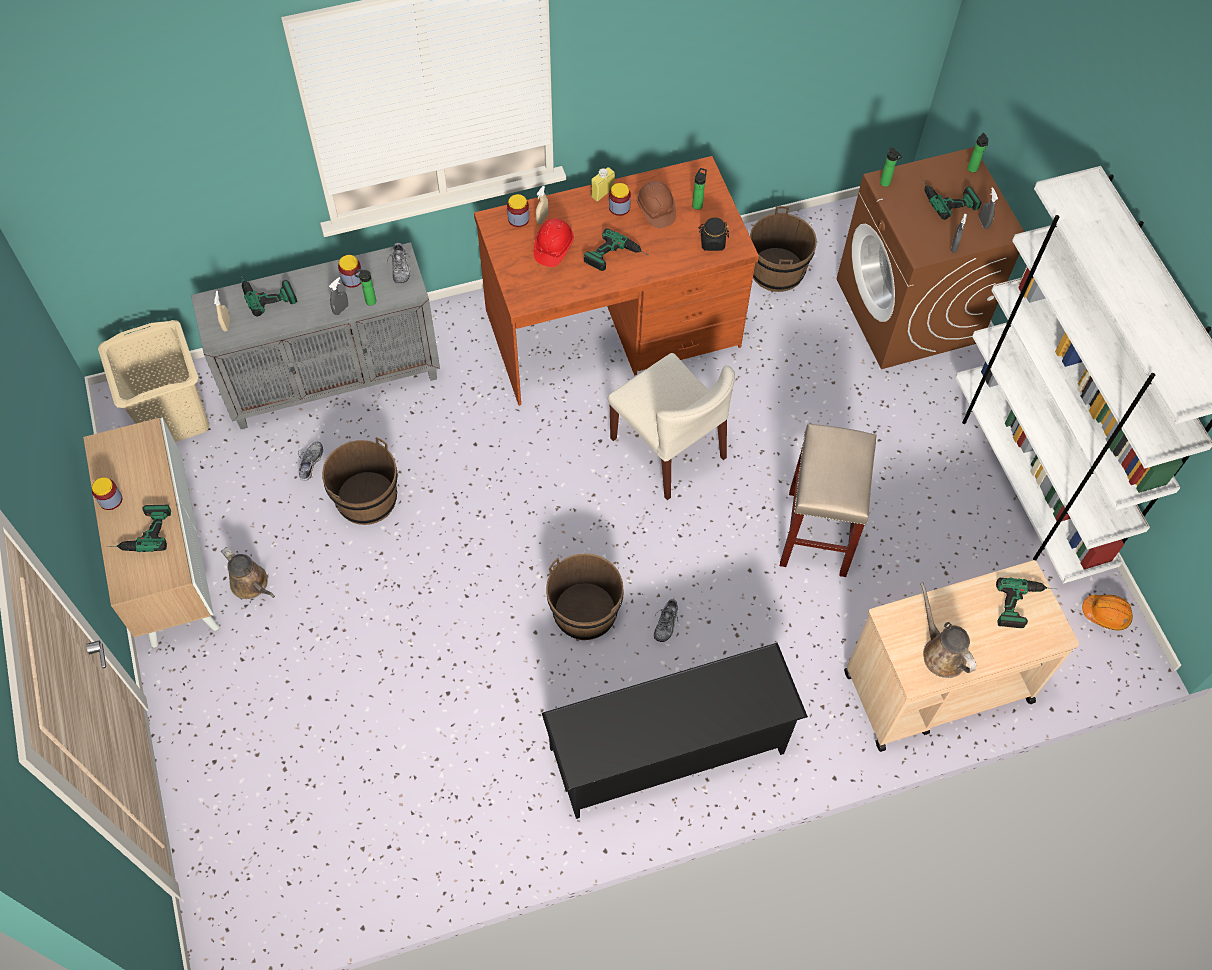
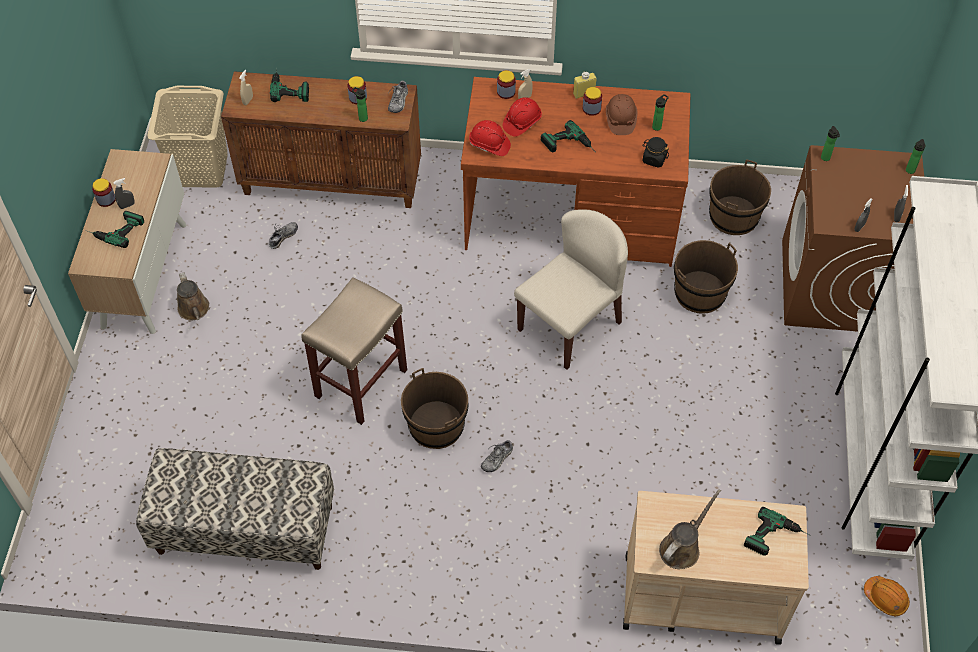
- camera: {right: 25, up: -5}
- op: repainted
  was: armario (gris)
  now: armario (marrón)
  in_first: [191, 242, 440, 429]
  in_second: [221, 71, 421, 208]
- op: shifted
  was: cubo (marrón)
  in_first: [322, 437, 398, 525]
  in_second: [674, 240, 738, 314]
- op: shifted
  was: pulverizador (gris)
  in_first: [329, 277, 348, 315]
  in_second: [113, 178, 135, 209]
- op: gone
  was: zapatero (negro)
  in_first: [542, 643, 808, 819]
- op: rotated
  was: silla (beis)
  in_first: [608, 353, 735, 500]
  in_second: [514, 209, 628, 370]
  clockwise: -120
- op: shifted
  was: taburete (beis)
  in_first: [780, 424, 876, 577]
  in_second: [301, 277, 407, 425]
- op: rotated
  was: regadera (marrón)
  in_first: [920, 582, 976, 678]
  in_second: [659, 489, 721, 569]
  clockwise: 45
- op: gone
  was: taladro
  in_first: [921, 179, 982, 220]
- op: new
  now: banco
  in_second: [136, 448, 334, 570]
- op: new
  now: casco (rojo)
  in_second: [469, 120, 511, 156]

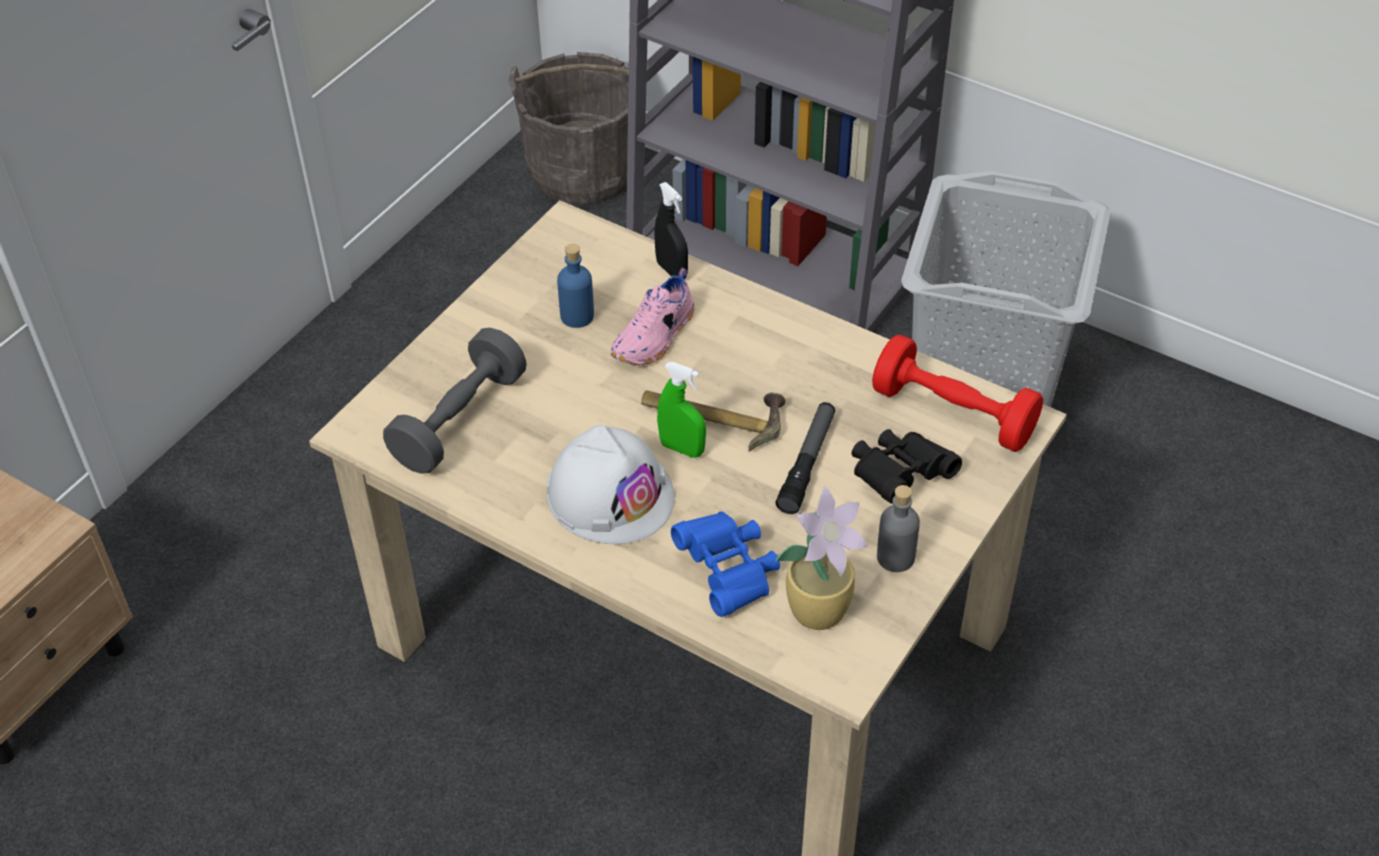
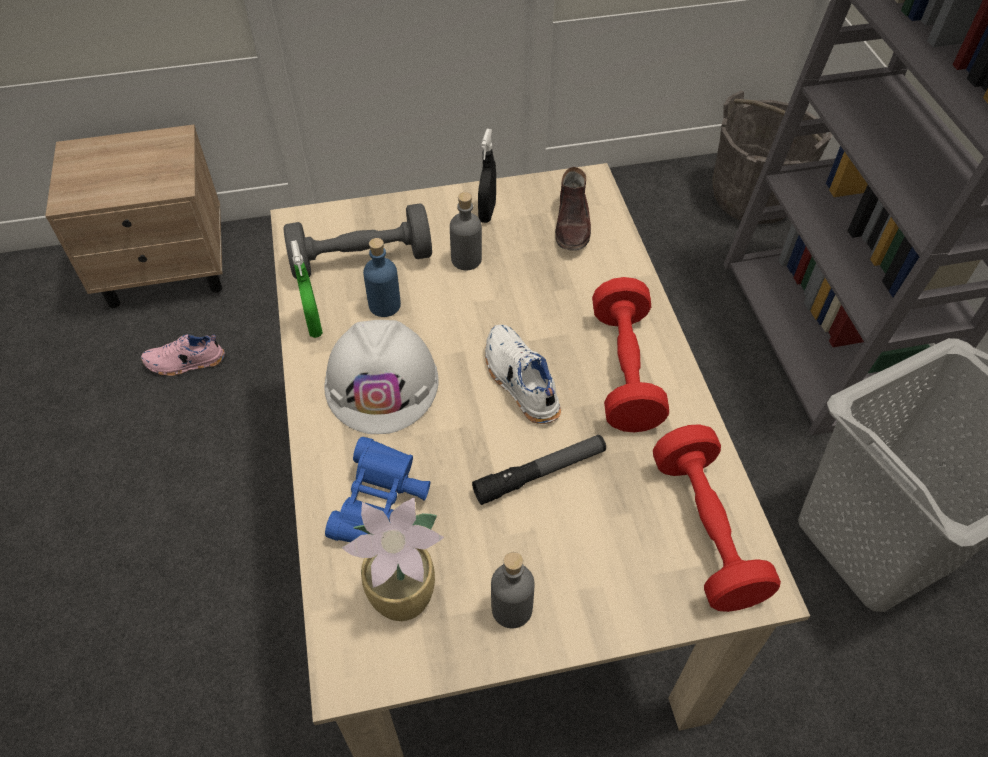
- camera: {right: 45, up: 5}
- op: shifted
  was: botella (azul)
  in_first: [557, 244, 594, 328]
  in_second: [363, 238, 401, 317]
- op: shifted
  was: zapato (rosa)
  in_first: [611, 268, 694, 365]
  in_second: [141, 334, 225, 376]
- op: swapped
  was: martillo
  now: zapato (blanco)
  in_first: [641, 390, 786, 452]
  in_second: [485, 325, 561, 424]
- op: shifted
  was: pulverizador (negro)
  in_first: [655, 182, 688, 279]
  in_second: [478, 129, 496, 223]
- op: shifted
  was: pulverizador (verde)
  in_first: [657, 362, 706, 458]
  in_second: [291, 240, 323, 338]
- op: gone
  was: prismáticos (negro)
  in_first: [852, 429, 962, 504]
- op: new
  now: botella (gris)
  in_second: [450, 192, 482, 270]
- op: new
  now: zapato (marrón)
  in_second: [555, 167, 591, 251]
- op: new
  now: mancuerna (rojo)
  in_second: [592, 277, 669, 432]

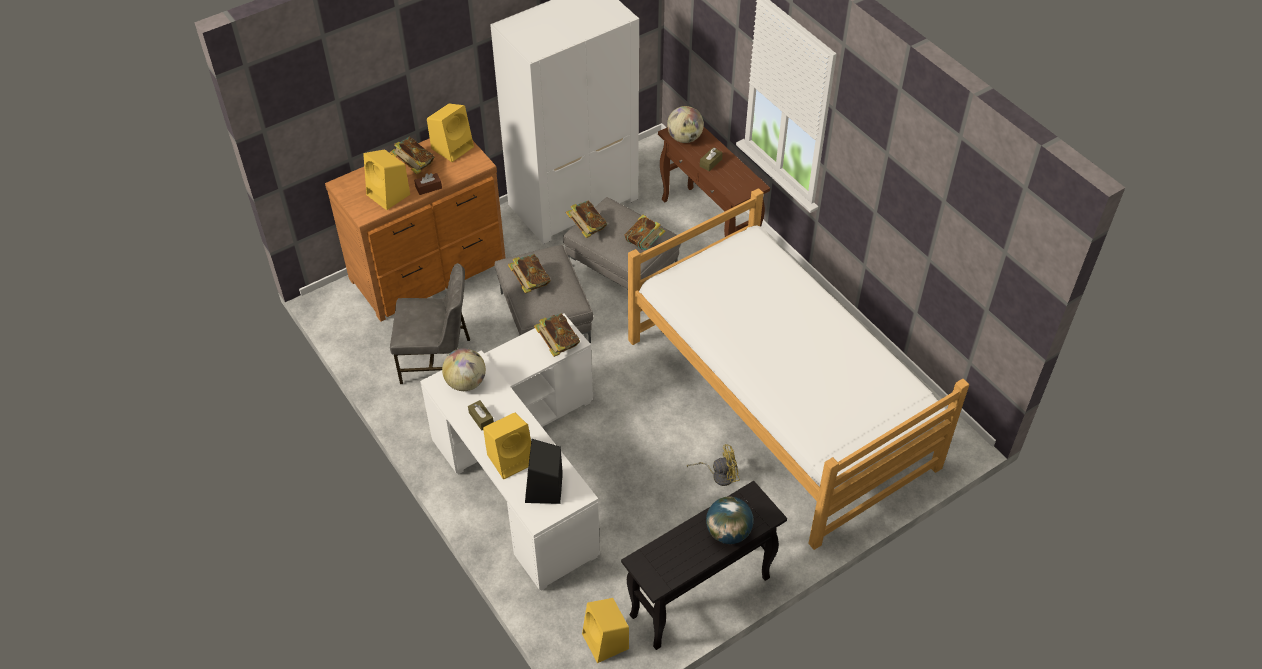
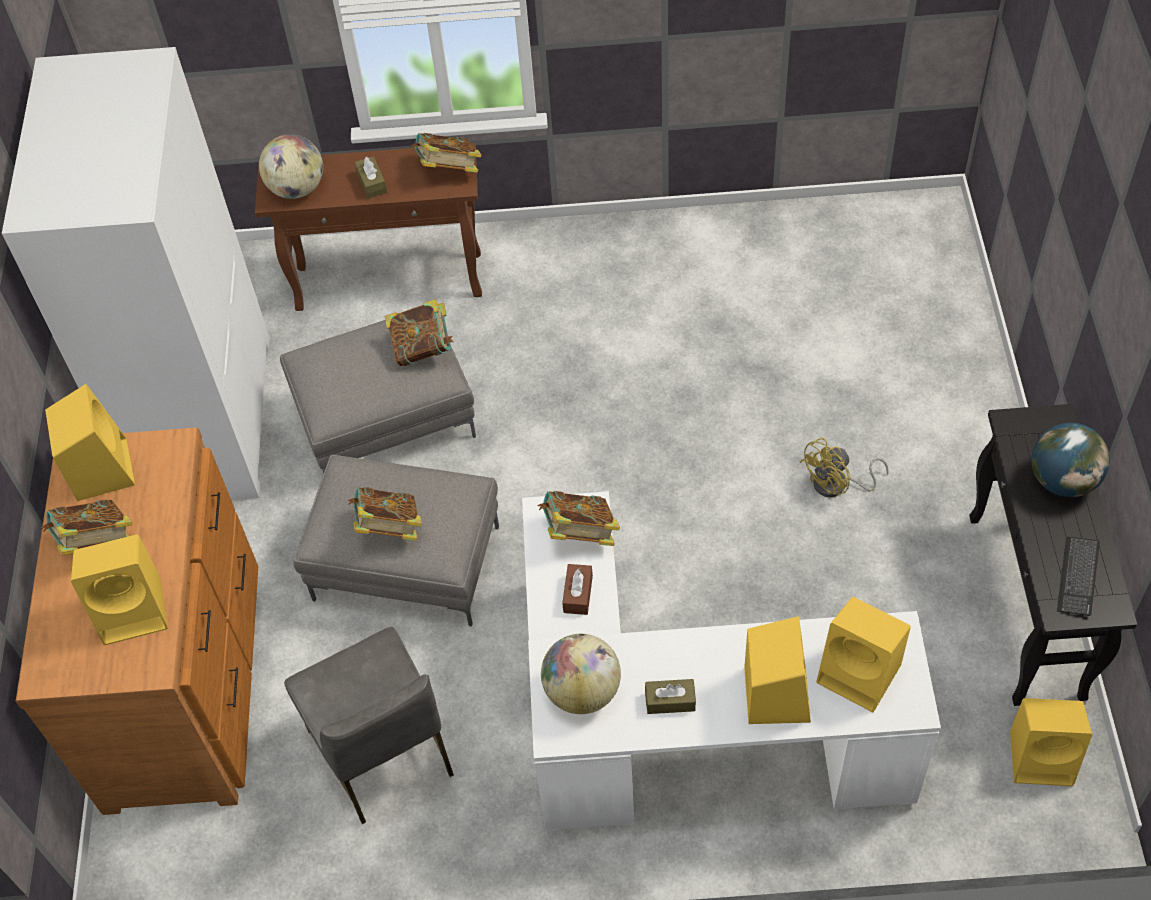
- camera: {right: -55, up: 5}
- op: rotated
  was: silla (gris)
  in_first: [390, 263, 470, 384]
  in_second: [284, 627, 454, 824]
  clockwise: 120
- op: shifted
  was: caja de pañuelos (marrón)
  in_first: [414, 173, 442, 195]
  in_second: [562, 564, 593, 615]
- op: repainted
  was: altavoz (negro)
  now: altavoz (amarillo)
  in_first: [525, 439, 563, 504]
  in_second: [816, 597, 911, 712]
- op: shifted
  was: libro
  in_first: [566, 200, 607, 238]
  in_second: [410, 133, 481, 173]
- op: gone
  was: cama
  in_first: [628, 188, 969, 550]
- op: rotated
  was: ventilador (amarillo)
  in_first: [687, 444, 740, 486]
  in_second: [799, 438, 888, 497]
  clockwise: -150
- op: new
  now: teclado
  in_second: [1057, 537, 1100, 616]

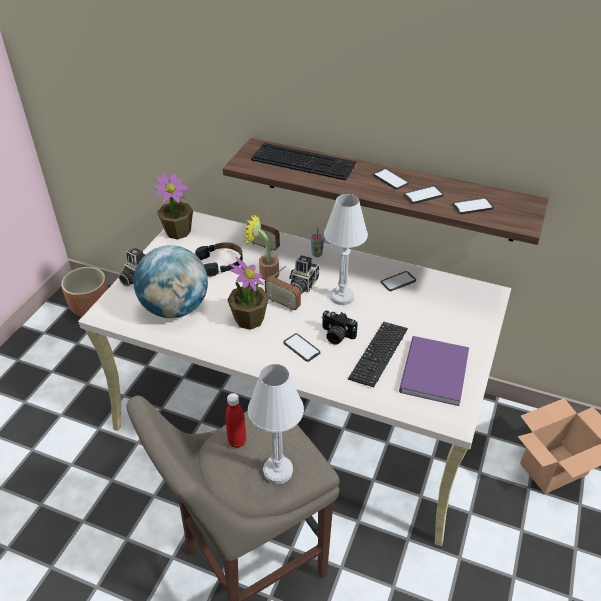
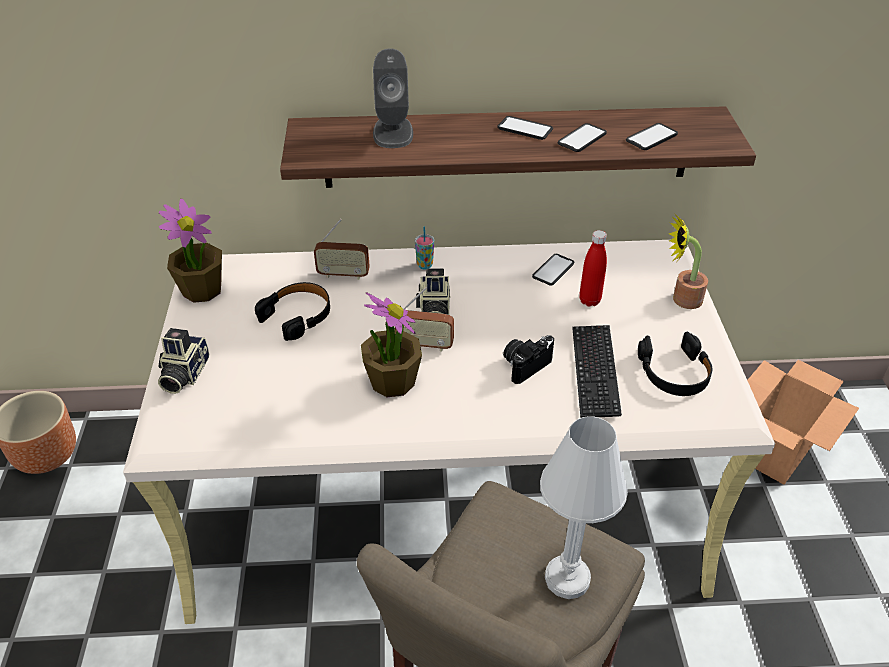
- camera: {right: -25, up: 0}
- op: gone
  was: globo terráqueo
  in_first: [133, 245, 208, 318]
- op: shifted
  was: botella (rojo)
  in_first: [225, 393, 246, 448]
  in_second: [579, 230, 607, 307]
- op: shifted
  was: planta en maceta
  in_first: [242, 214, 279, 280]
  in_second: [669, 213, 708, 309]
- op: swapped
  was: teclado
  now: altavoz (gris)
  in_first: [251, 143, 356, 181]
  in_second: [373, 48, 413, 148]
- op: gone
  was: móvil
  in_first: [283, 333, 321, 362]
- op: rotated
  was: cámara
  in_first: [322, 310, 358, 345]
  in_second: [503, 335, 554, 384]
  clockwise: 135
- op: gone
  was: lámpara de mesa (blanco)
  in_first: [324, 194, 368, 305]
- op: swapped
  was: libro (morado)
  now: auriculares (negro)
  in_first: [399, 336, 469, 406]
  in_second: [638, 332, 712, 396]

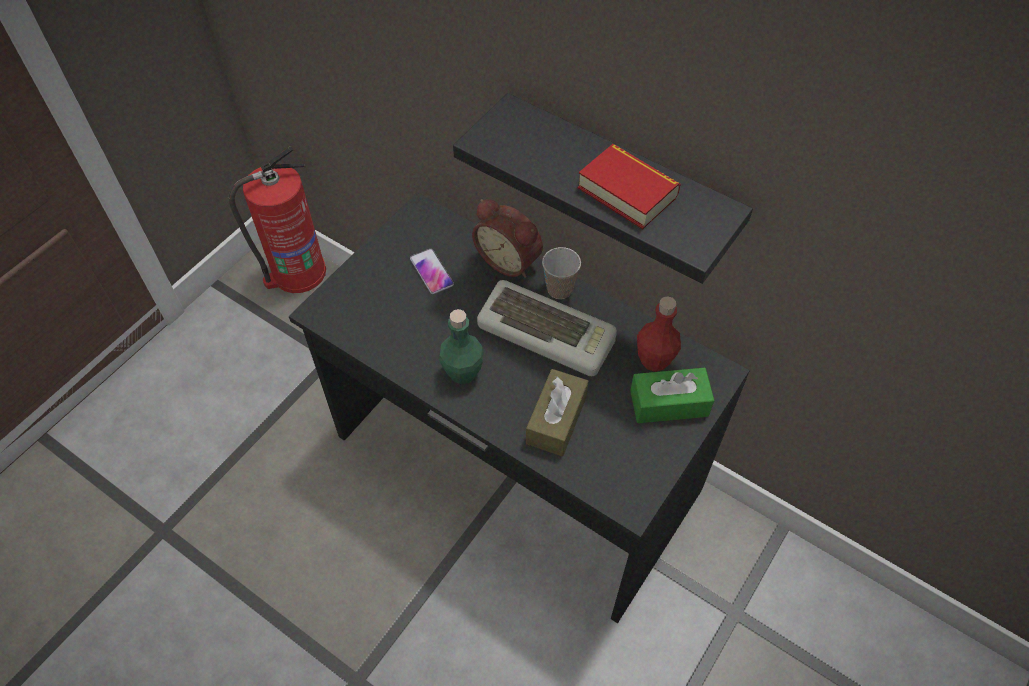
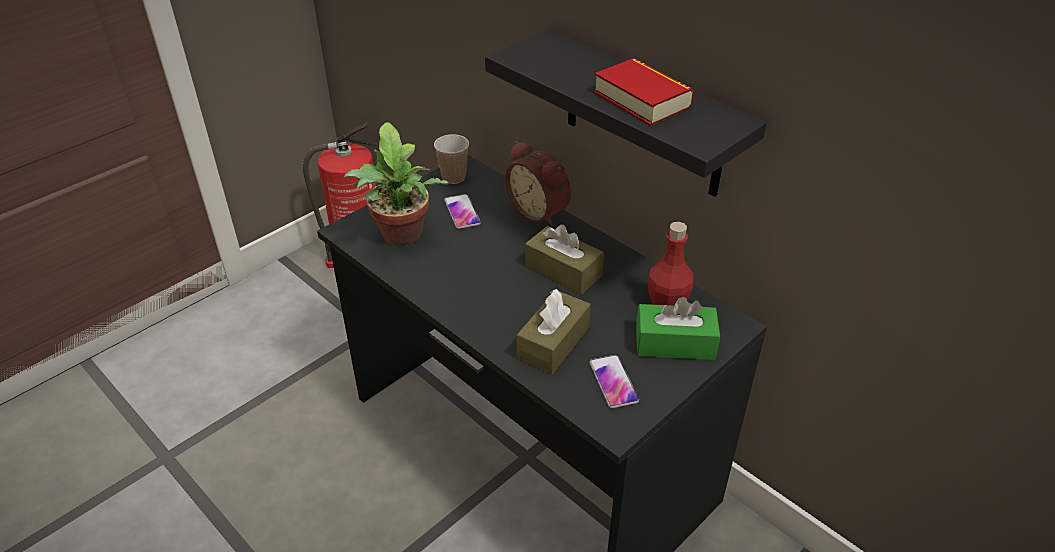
- camera: {right: 10, up: -15}
- op: gone
  was: botella (verde)
  in_first: [439, 309, 484, 384]
- op: swapped
  was: teclado
  now: caja de pañuelos (marrón)
  in_first: [477, 280, 617, 376]
  in_second: [525, 225, 604, 295]
- op: shifted
  was: taza
  in_first: [542, 247, 581, 299]
  in_second: [434, 134, 469, 184]
- op: new
  now: planta en maceta
  in_second: [344, 122, 449, 246]
- op: new
  now: móvil
  in_second: [589, 355, 639, 408]

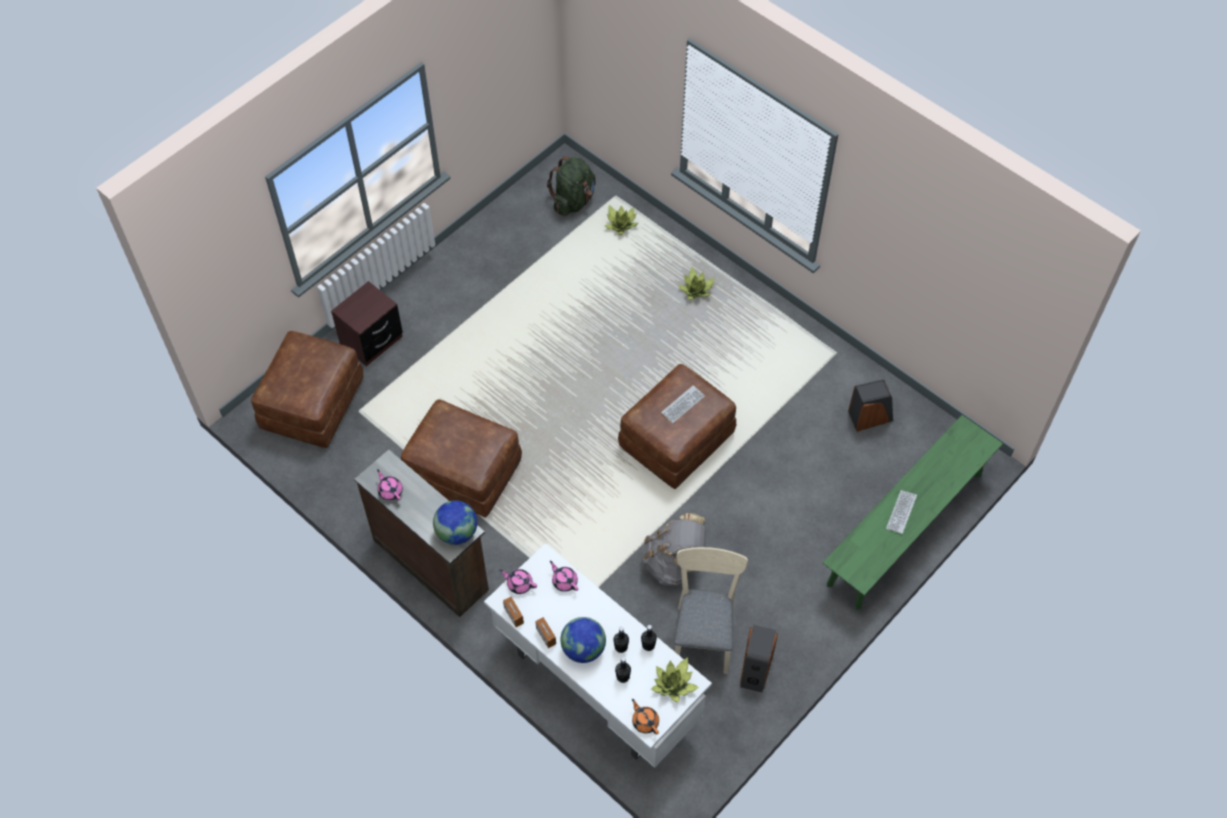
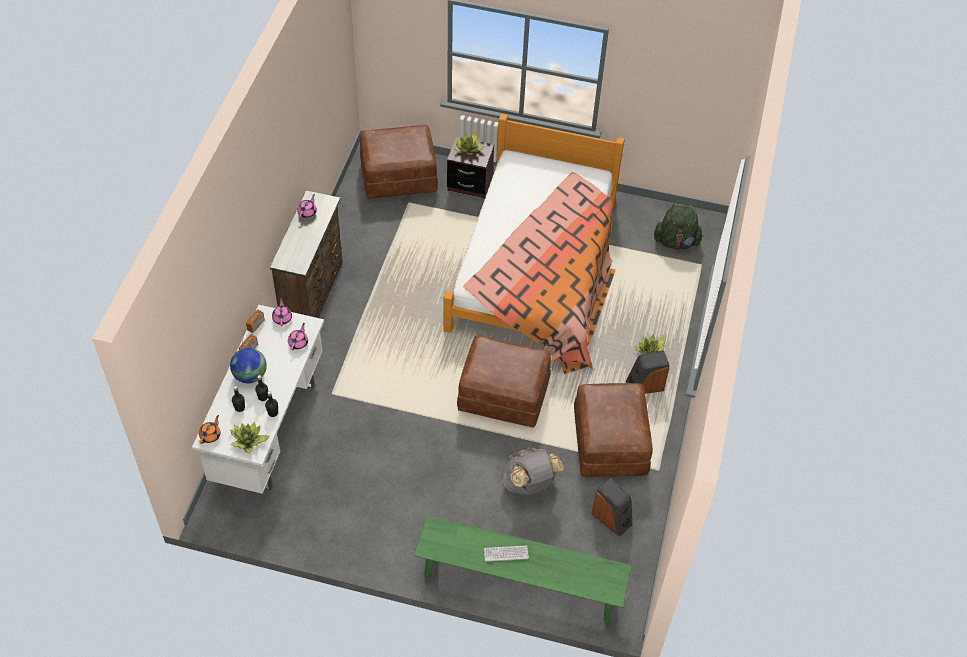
- camera: {right: 60, up: -5}
- op: shifted
  was: puf (marrón)
  in_first: [401, 399, 522, 518]
  in_second: [574, 383, 653, 477]
- op: gone
  was: globo terráqueo
  in_first: [433, 500, 477, 545]
- op: shifted
  was: planta en maceta
  in_first: [605, 205, 638, 235]
  in_second: [454, 131, 485, 155]
- op: shifted
  was: mochila (gris)
  in_first: [643, 513, 707, 586]
  in_second: [501, 447, 564, 495]
- op: gone
  was: teclado
  in_first: [661, 385, 705, 423]
- op: gone
  was: silla (beis)
  in_first: [674, 547, 748, 674]
- op: shifted
  was: altavoz
  in_first: [740, 625, 778, 692]
  in_second: [626, 350, 669, 394]
- op: new
  now: cama
  in_second: [444, 114, 625, 374]

